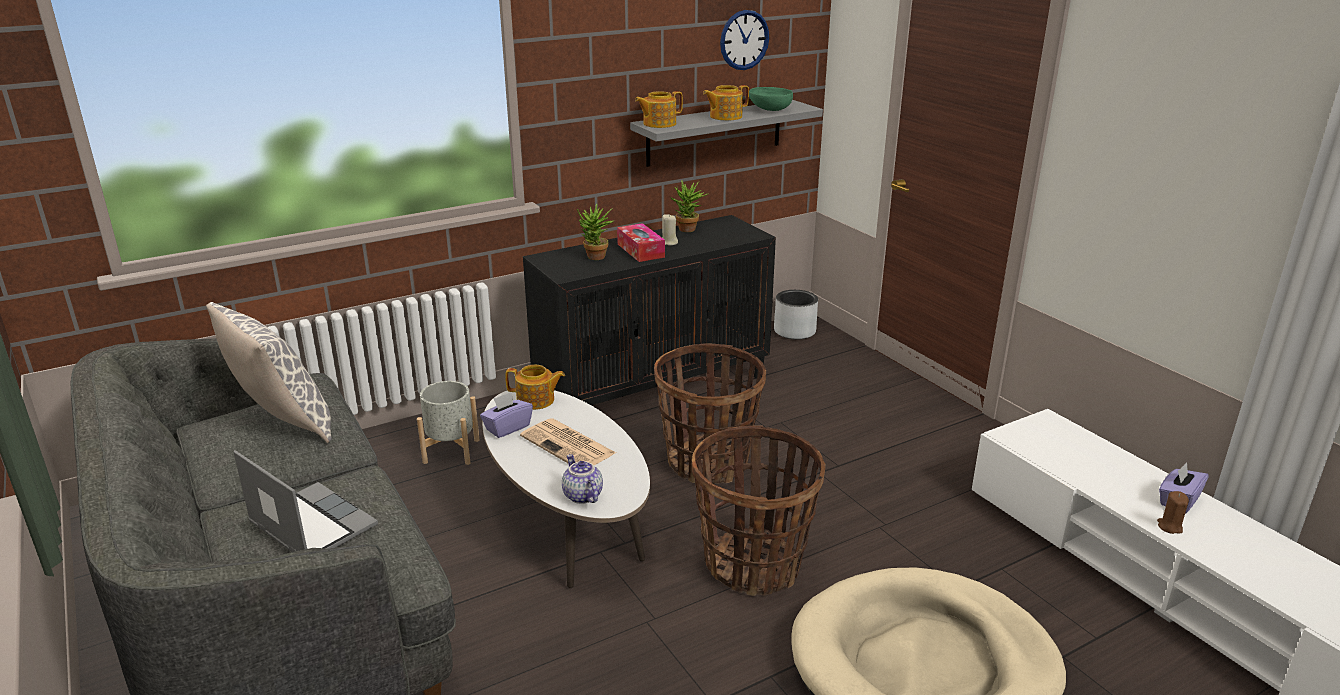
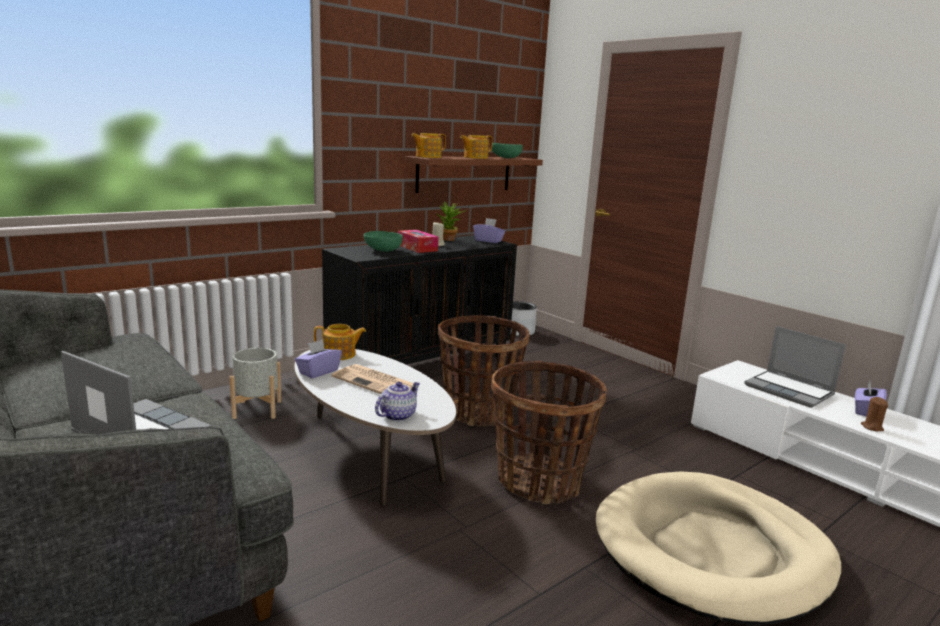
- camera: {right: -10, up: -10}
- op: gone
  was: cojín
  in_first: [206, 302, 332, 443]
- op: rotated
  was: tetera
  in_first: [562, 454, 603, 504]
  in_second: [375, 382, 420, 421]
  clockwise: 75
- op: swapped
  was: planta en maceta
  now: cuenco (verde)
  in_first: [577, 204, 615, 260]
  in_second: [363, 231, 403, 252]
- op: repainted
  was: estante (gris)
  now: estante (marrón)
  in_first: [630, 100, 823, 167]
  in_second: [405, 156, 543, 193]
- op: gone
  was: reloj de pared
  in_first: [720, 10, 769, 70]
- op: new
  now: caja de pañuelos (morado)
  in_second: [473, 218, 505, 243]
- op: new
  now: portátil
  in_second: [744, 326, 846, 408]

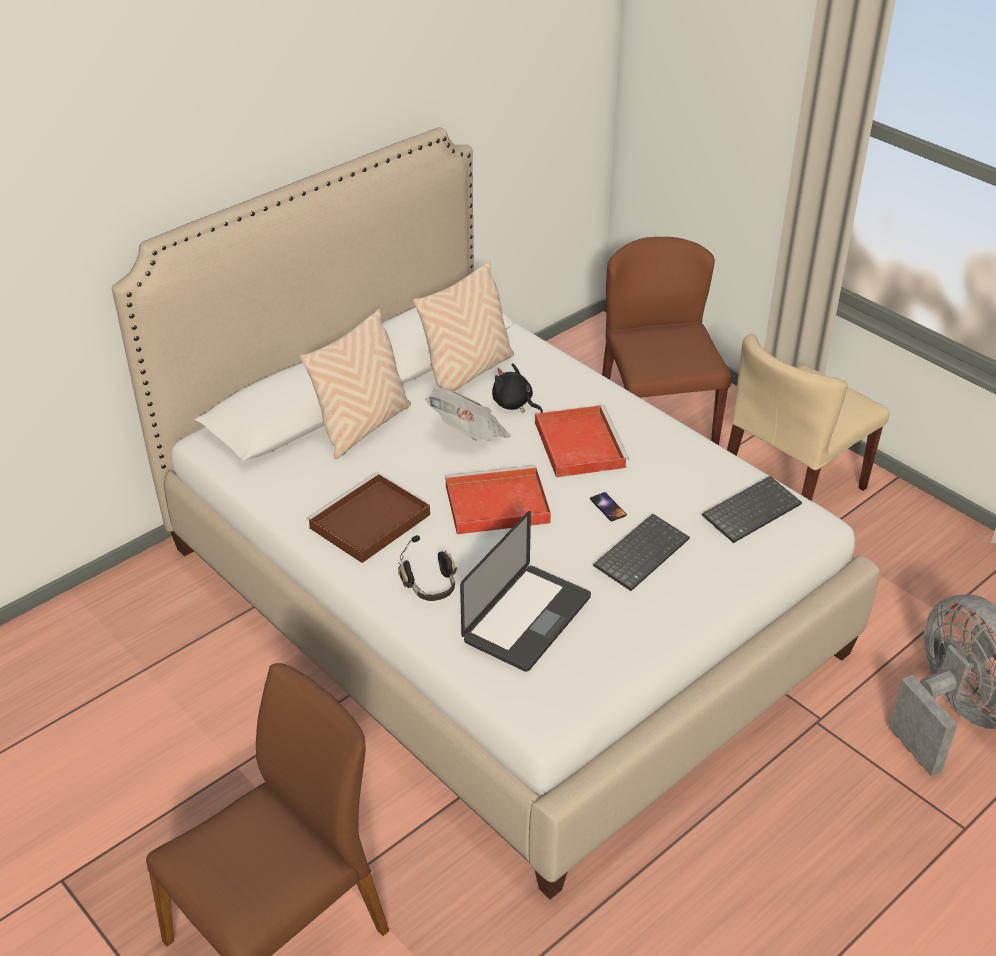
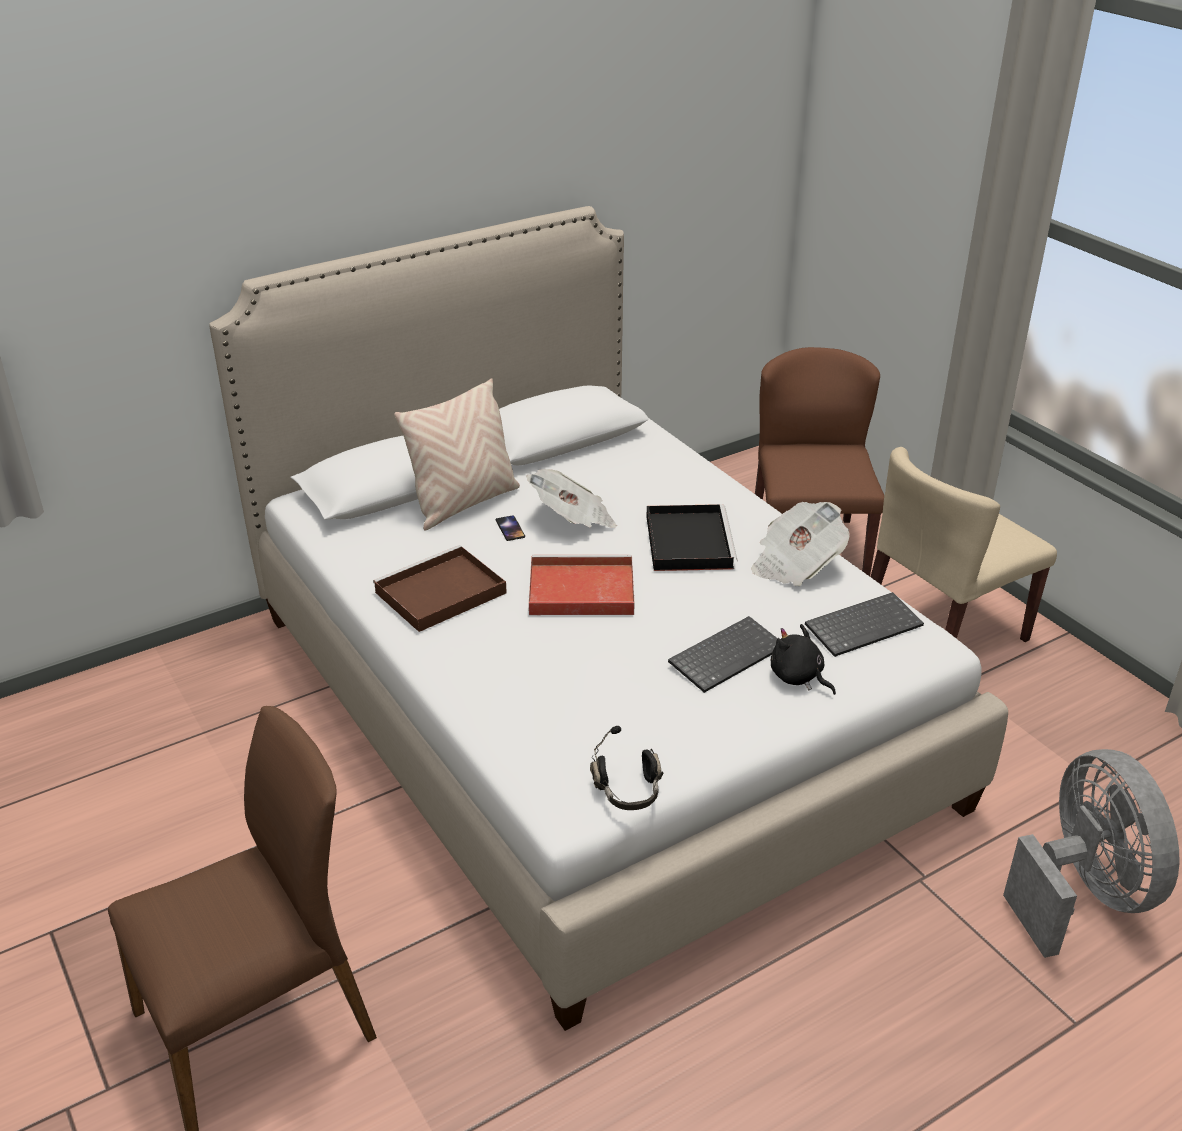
- camera: {right: 10, up: -5}
- op: shifted
  was: auriculares (negro)
  in_first: [398, 535, 457, 601]
  in_second: [590, 726, 663, 810]
- op: gone
  was: cojín (beis)
  in_first: [413, 261, 514, 391]
- op: gone
  was: portátil
  in_first: [460, 511, 591, 672]
- op: shifted
  was: peluche (negro)
  in_first: [492, 363, 543, 413]
  in_second: [771, 624, 836, 695]
- op: repainted
  was: bandeja (rojo)
  now: bandeja (negro)
  in_first: [535, 405, 629, 478]
  in_second: [647, 504, 737, 571]
- op: shifted
  was: móvil
  in_first: [590, 492, 627, 522]
  in_second: [495, 515, 525, 541]
- op: new
  now: periódico
  in_second: [751, 502, 850, 586]

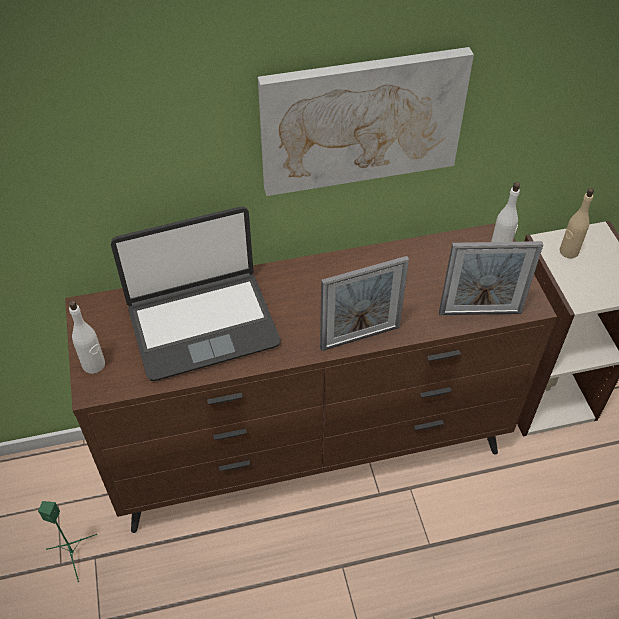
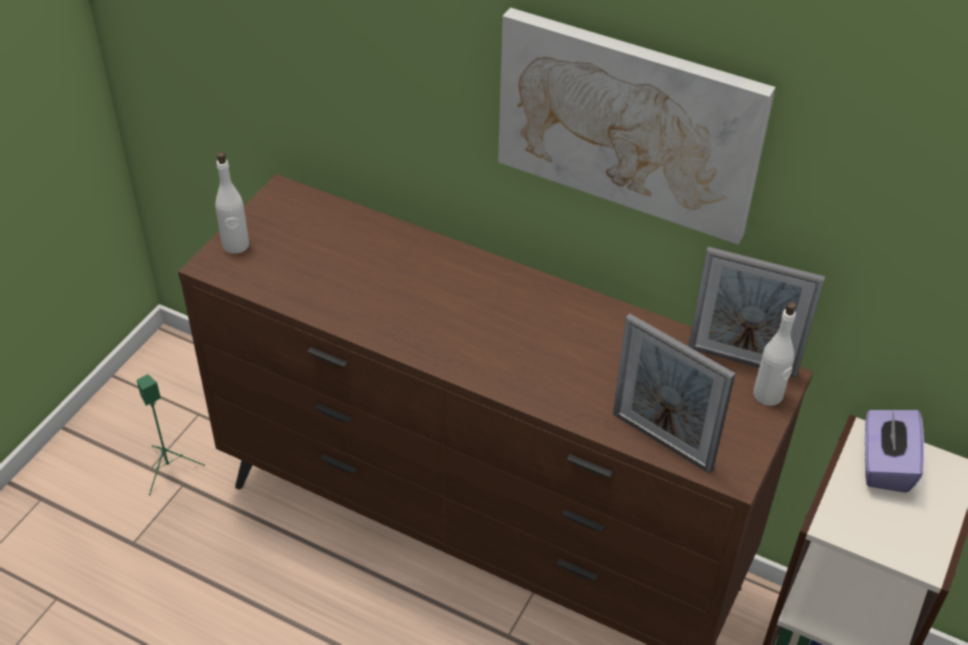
- camera: {right: 40, up: -5}
- op: gone
  was: portátil
  in_first: [111, 206, 281, 381]
- op: shifted
  was: portarretratos
  in_first: [320, 256, 409, 351]
  in_second: [688, 247, 825, 378]
- op: swapped
  was: botella (beis)
  now: caja de pañuelos (morado)
  in_first: [560, 188, 594, 258]
  in_second: [865, 410, 924, 493]

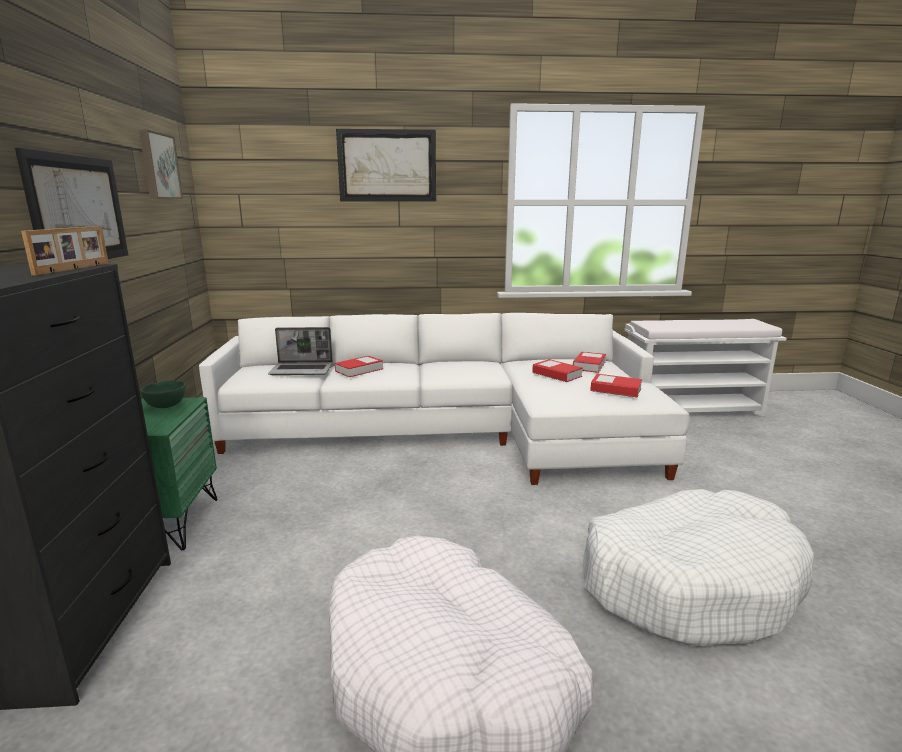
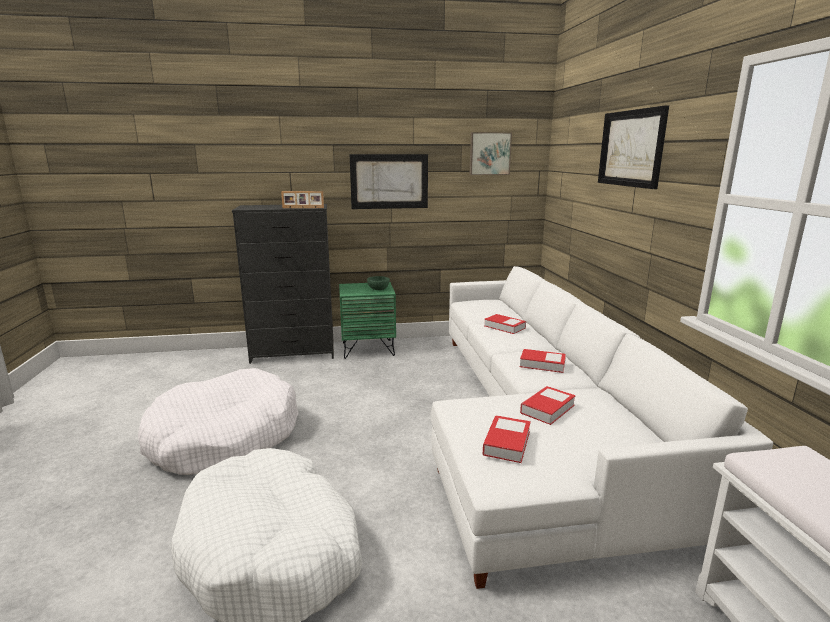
- camera: {right: 85, up: 0}
- op: gone
  was: portátil
  in_first: [268, 327, 333, 375]
- op: shifted
  was: libro
  in_first: [573, 351, 606, 373]
  in_second: [520, 349, 566, 373]

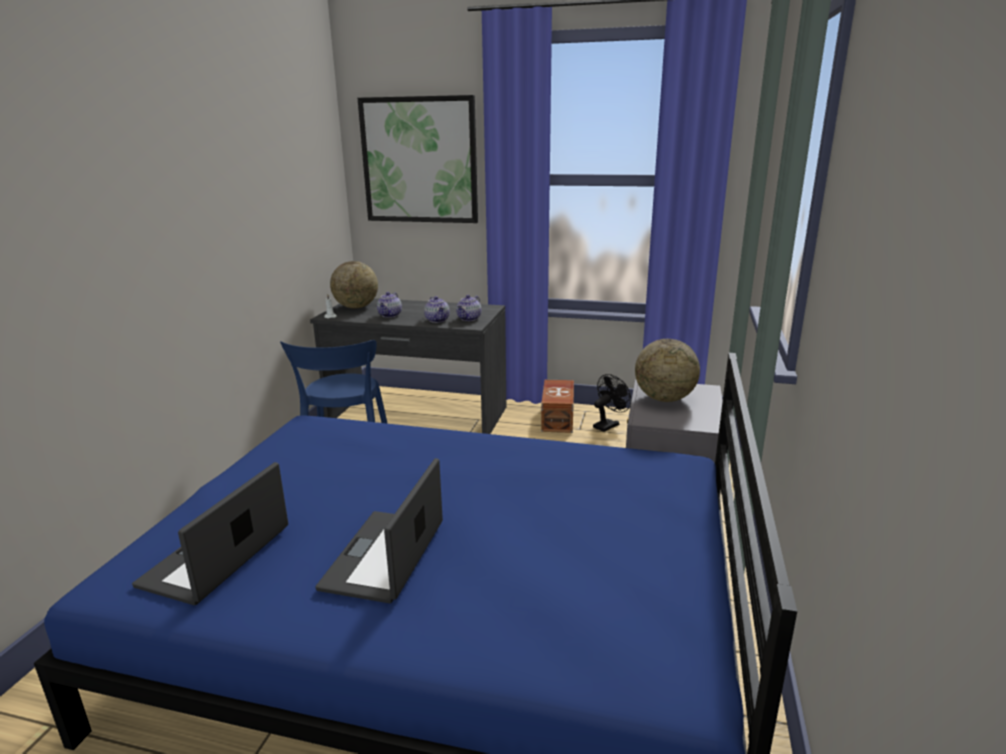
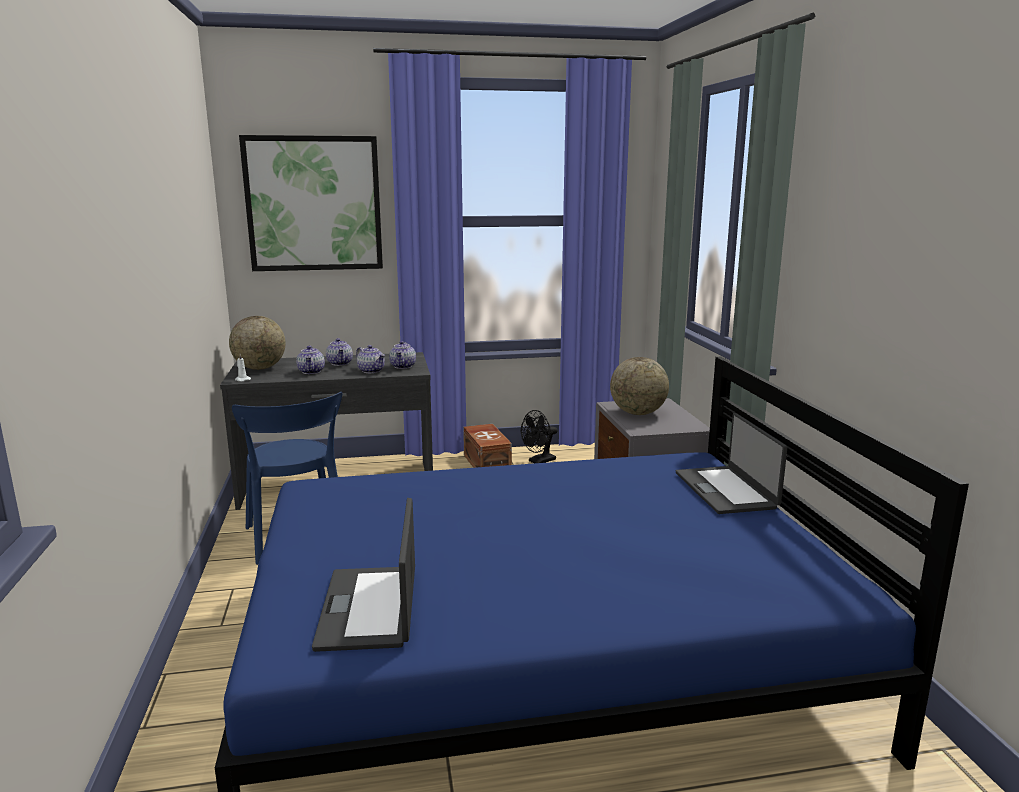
- camera: {right: -25, up: -5}
- op: shifted
  was: portátil
  in_first: [315, 458, 443, 603]
  in_second: [676, 413, 788, 514]
- op: rotated
  was: ventilador (negro)
  in_first: [593, 374, 631, 432]
  in_second: [521, 410, 558, 463]
  clockwise: -150
- op: new
  now: tetera
  in_second: [326, 338, 353, 366]

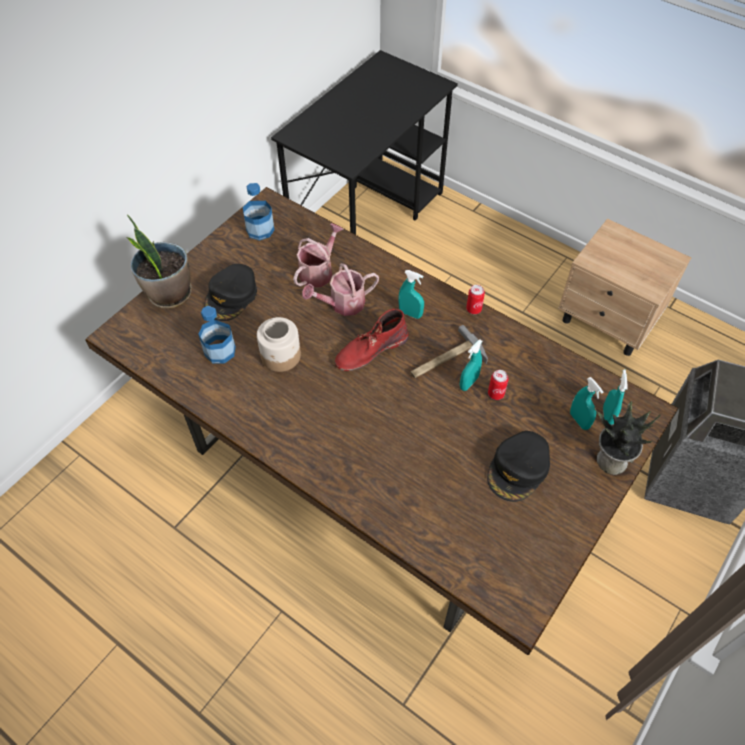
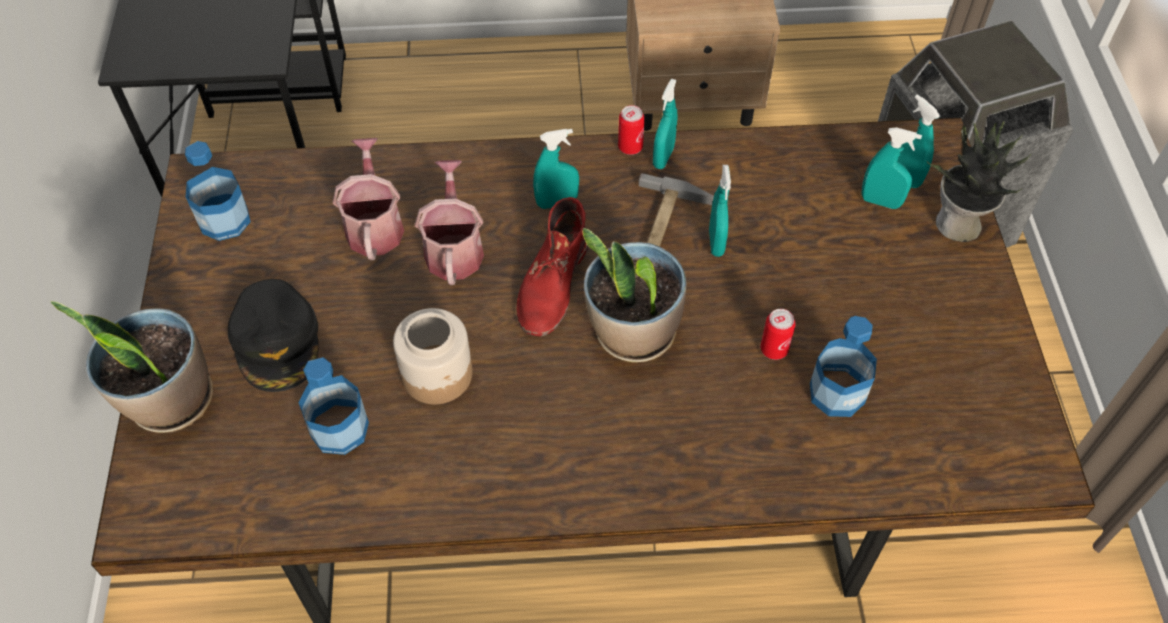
- camera: {right: -40, up: 0}
- op: rotated
  was: regadera
  in_first: [302, 263, 379, 316]
  in_second: [415, 160, 484, 285]
  clockwise: 150
- op: gone
  was: gorra (negro)
  in_first: [487, 431, 550, 502]
- op: shifted
  was: lata
  in_first: [488, 370, 509, 400]
  in_second: [760, 309, 796, 360]
- op: new
  now: planta en maceta
  in_second: [582, 228, 687, 363]
- op: new
  now: pulverizador (turquesa)
  in_second: [653, 79, 677, 169]
- op: new
  now: botella
  in_second: [810, 316, 877, 417]

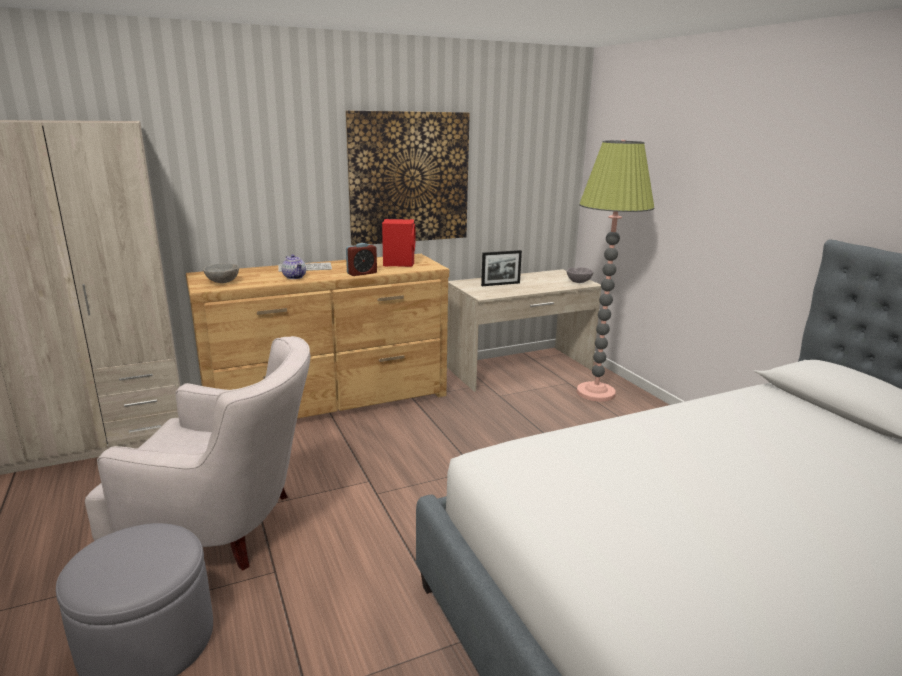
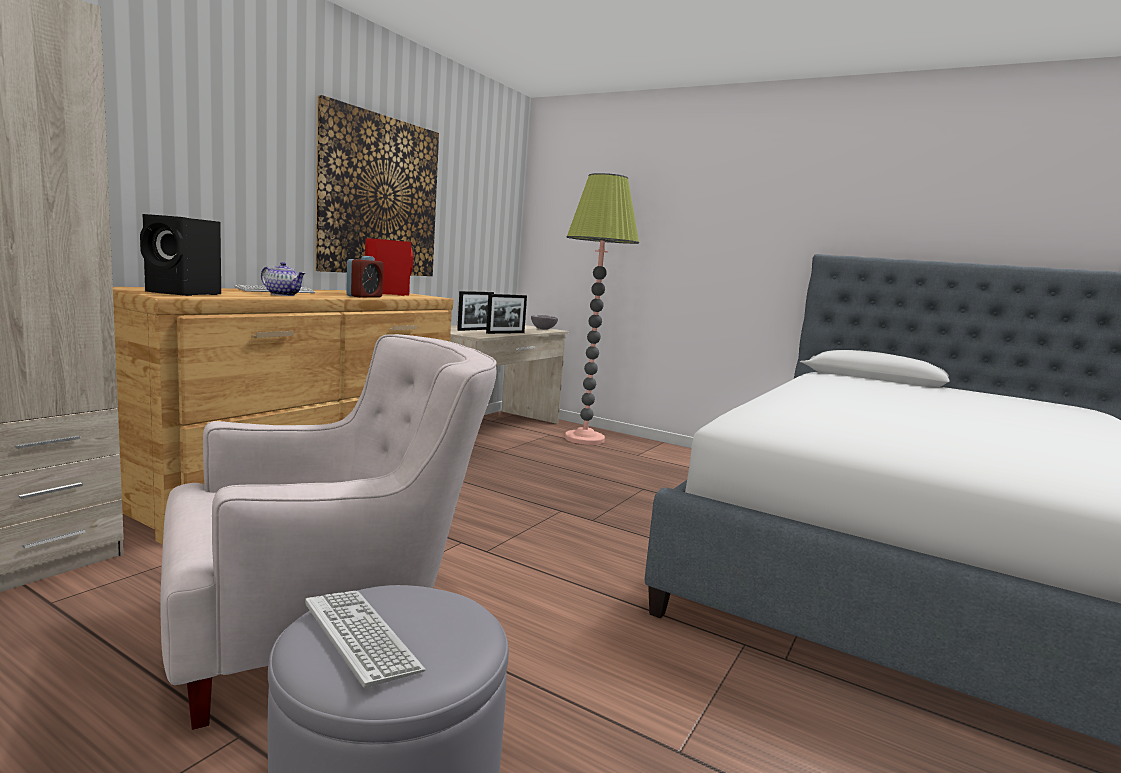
- camera: {right: -35, up: -10}
- op: swapped
  was: cuenco (gris)
  now: altavoz (negro)
  in_first: [203, 264, 239, 283]
  in_second: [140, 214, 221, 296]
- op: new
  now: teclado
  in_second: [305, 591, 426, 688]
- op: new
  now: portarretratos
  in_second: [486, 294, 527, 334]

